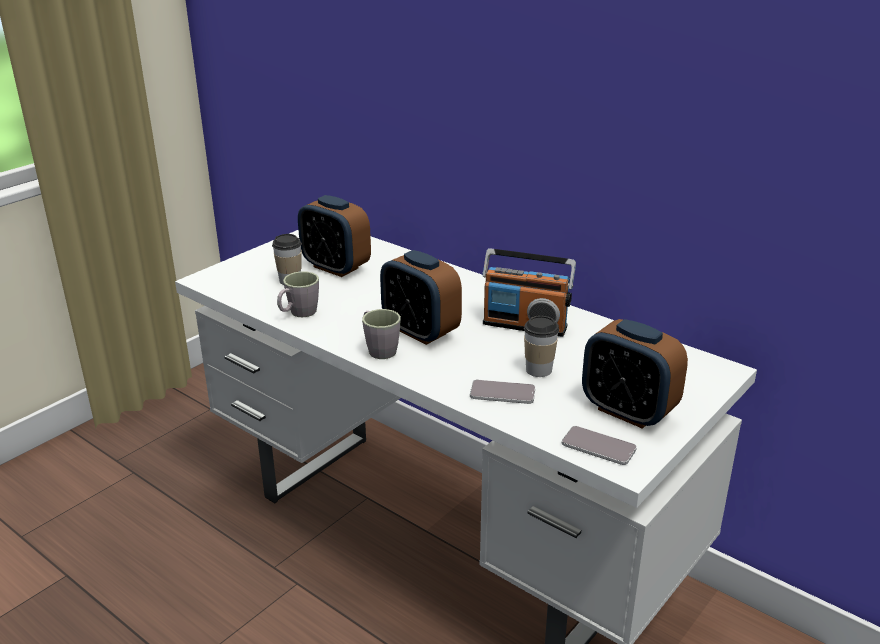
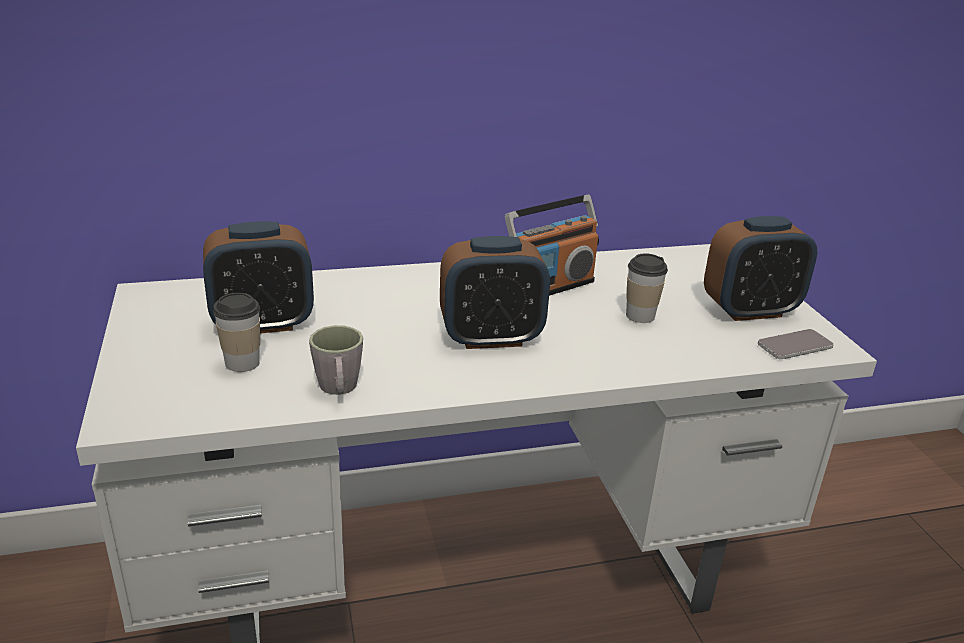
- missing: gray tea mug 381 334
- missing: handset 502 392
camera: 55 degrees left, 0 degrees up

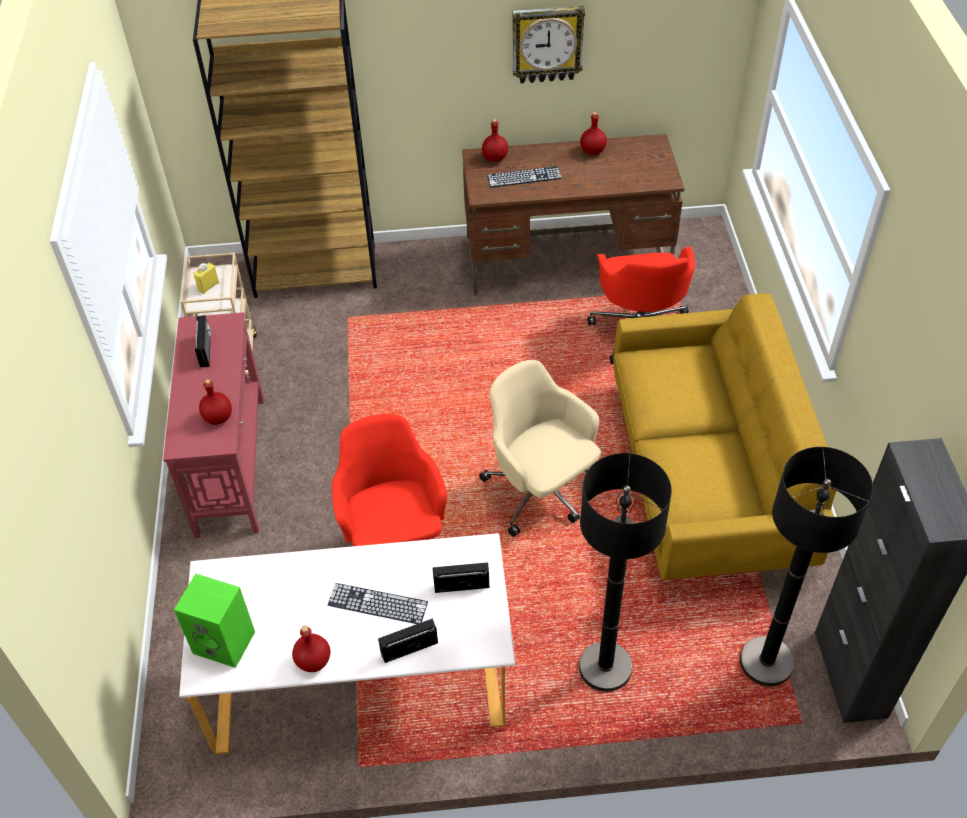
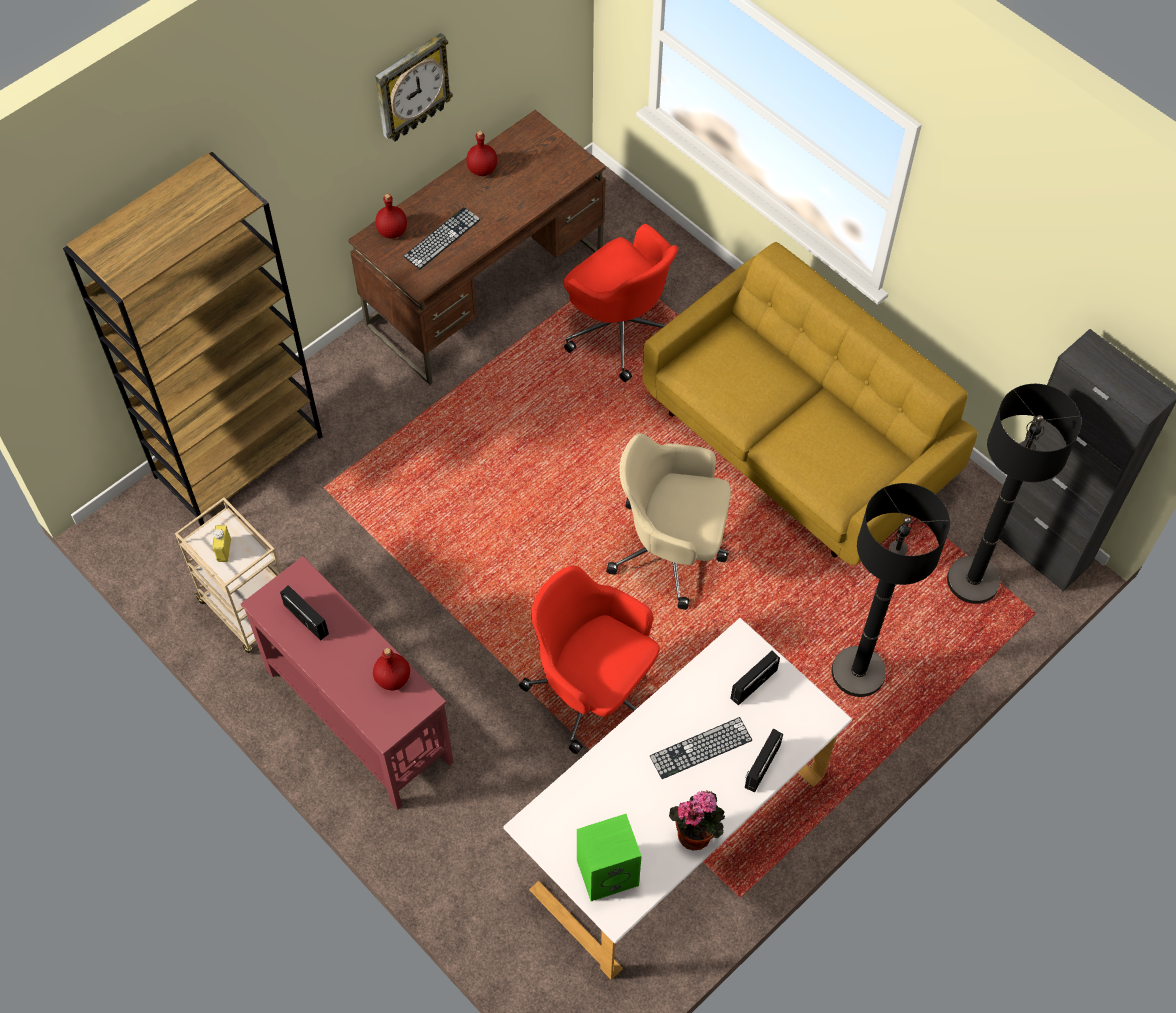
- exchanged: reddish bottle 311 649 to potted plant 697 820
camera: 40 degrees left, 10 degrees up

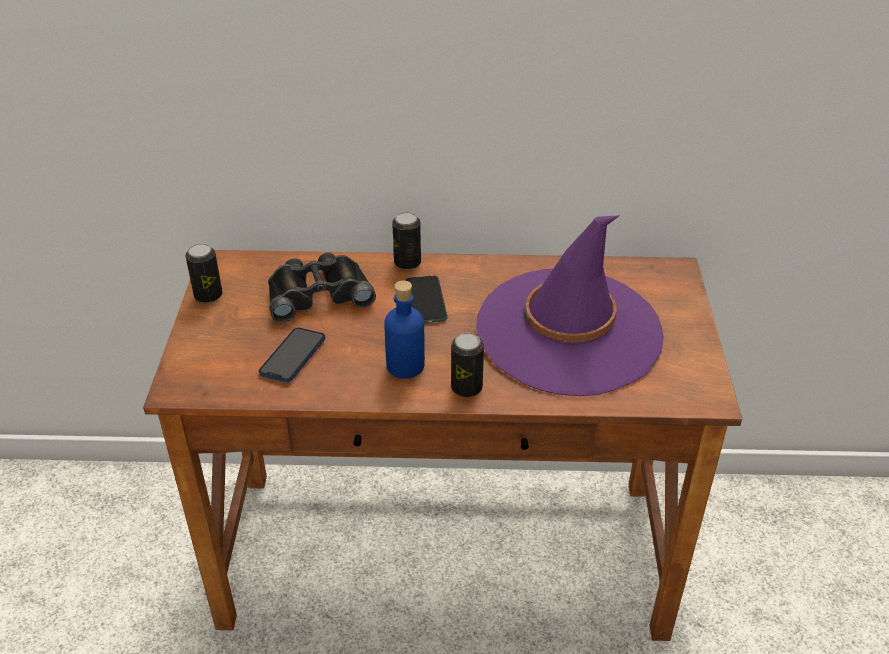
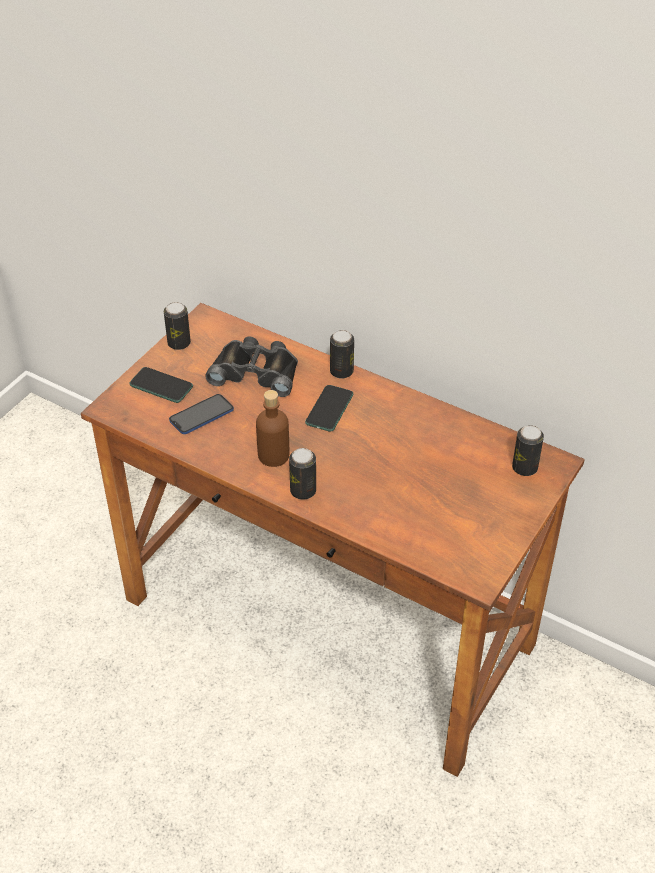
- missing: purple clothing hat 570 305
- appeared: handset 161 385
- appeared: sealed can 528 450
- colour: blue bottle 404 329 to brown bottle 272 428
camera: 30 degrees right, 5 degrees up

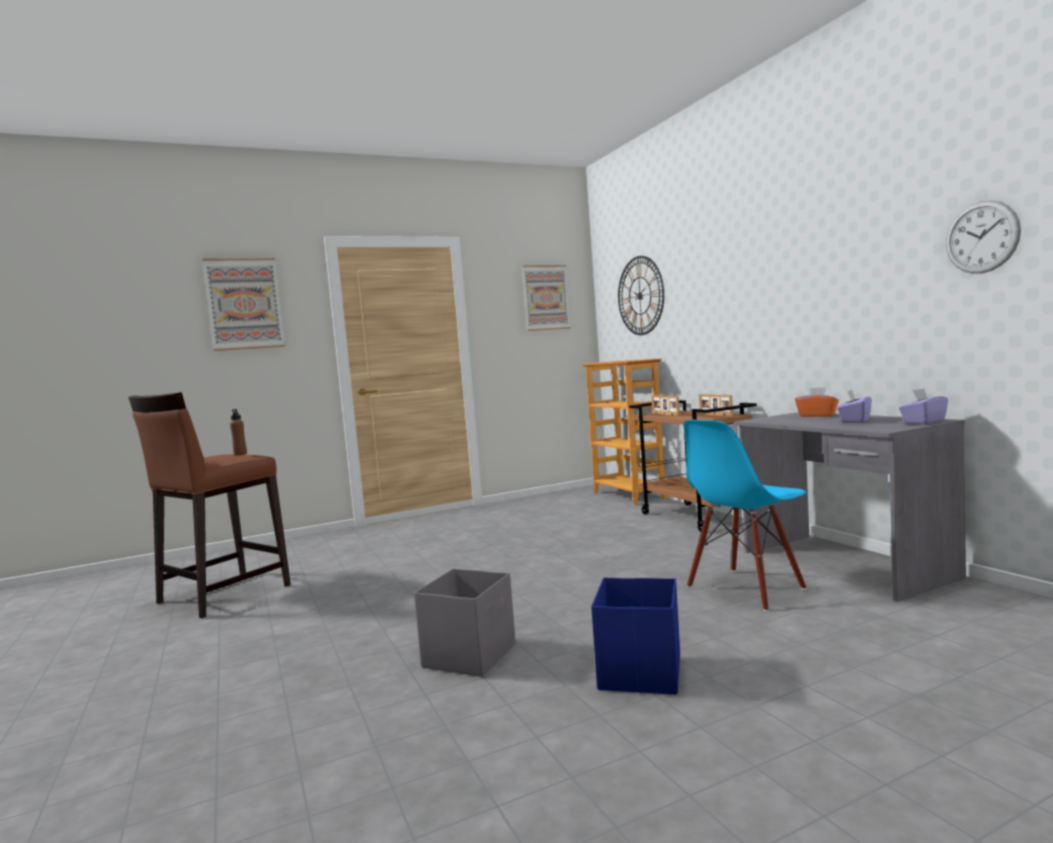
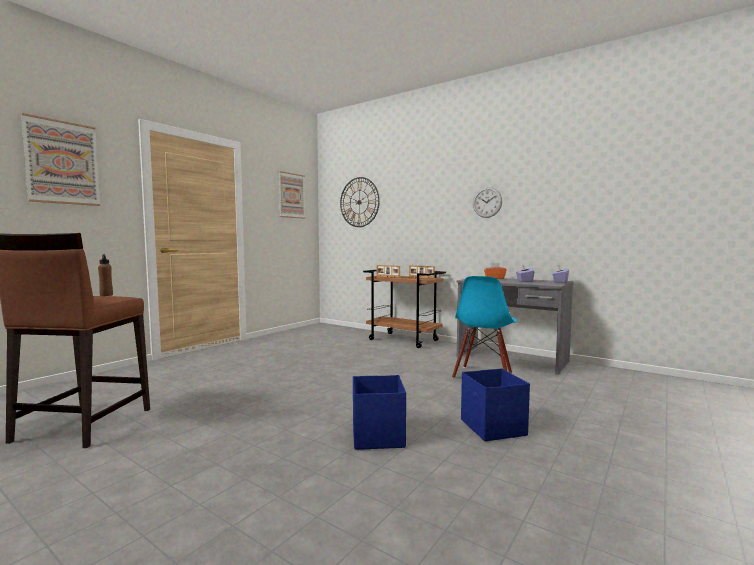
- missing: shelving unit 624 432
- relocated: hanging clock 983 237 to 487 202
- colour: gray storage bin 465 623 to blue storage bin 379 412
camera: 30 degrees left, 0 degrees up

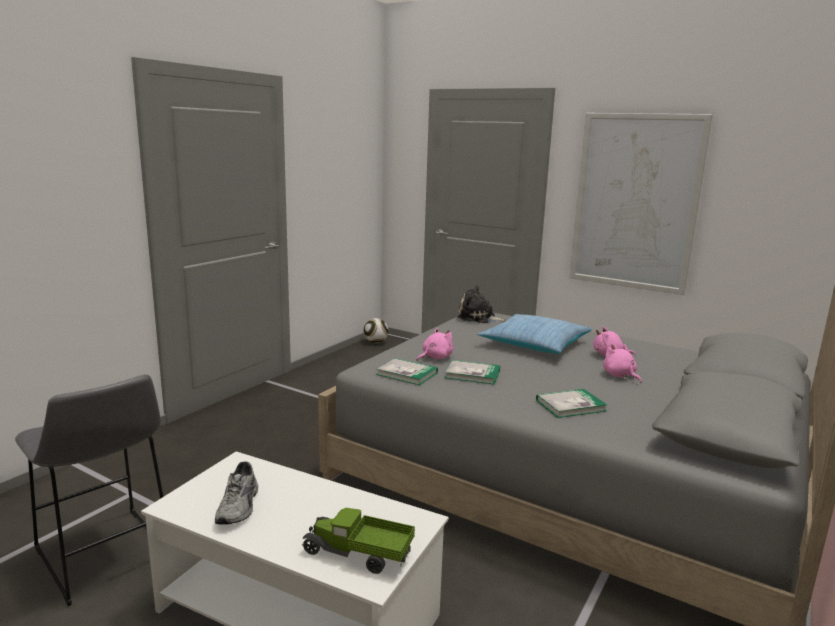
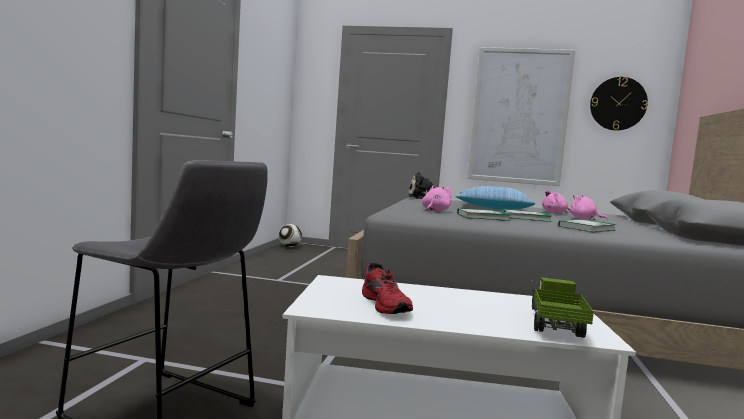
- appeared: hanging clock 619 103
- relocated: bound book 407 371 to 528 215
- colour: gray shoe 236 493 to reddish shoe 387 288
- spun: model truck 358 541 = 562 307 105 degrees clockwise
camera: 20 degrees left, 10 degrees down

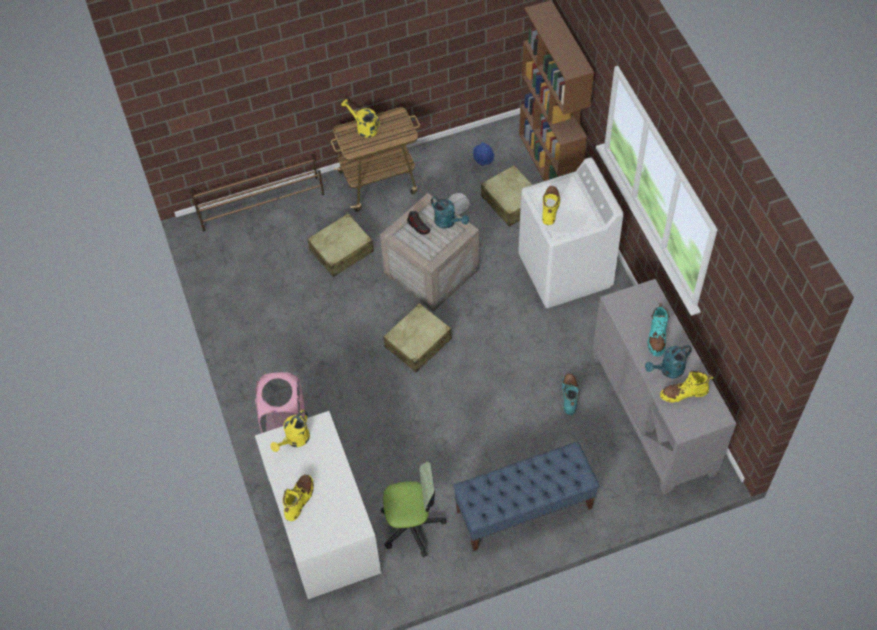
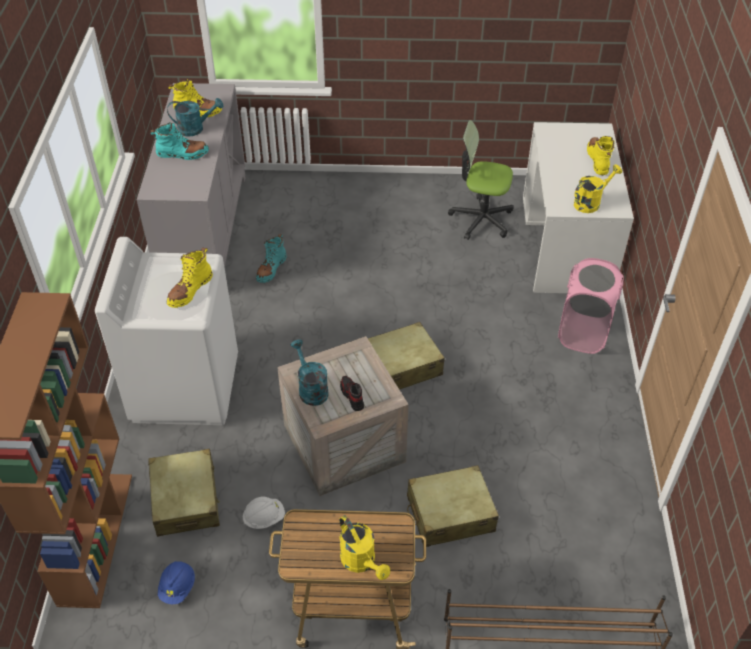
- missing: blue bench 526 496
- spun: yellow tall boot 298 498 = 600 155 135 degrees clockwise
- spun: turquoise tall boot 658 329 = 179 141 60 degrees clockwise
camera: 160 degrees left, 10 degrees down

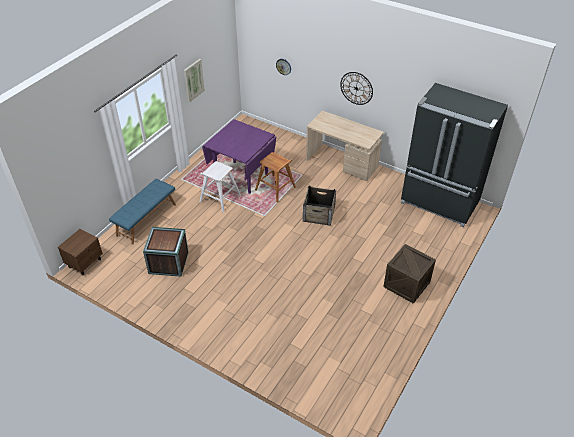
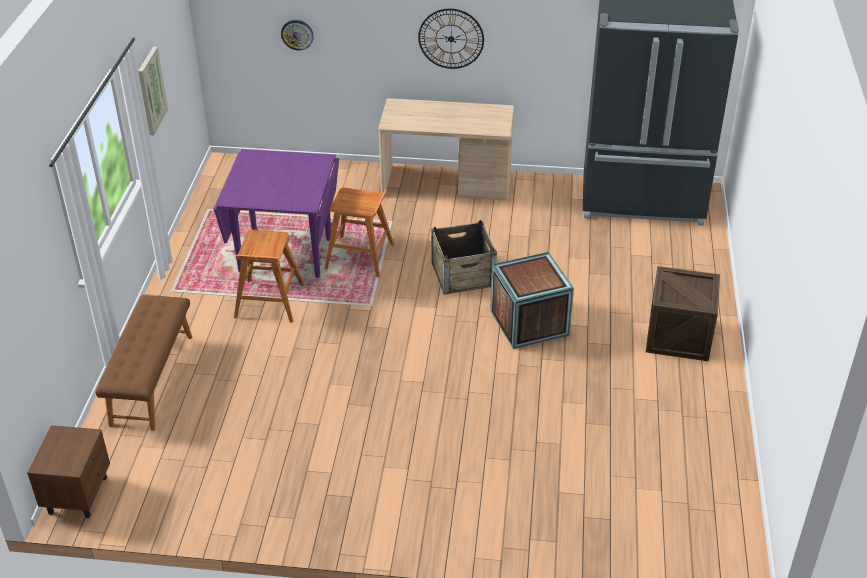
- relocated: crate 166 252 to 532 300
- colour: blue bench 142 212 to brown bench 143 363
- colour: whitish sitting stool 220 187 to brown sitting stool 269 276
camera: 25 degrees left, 5 degrees down

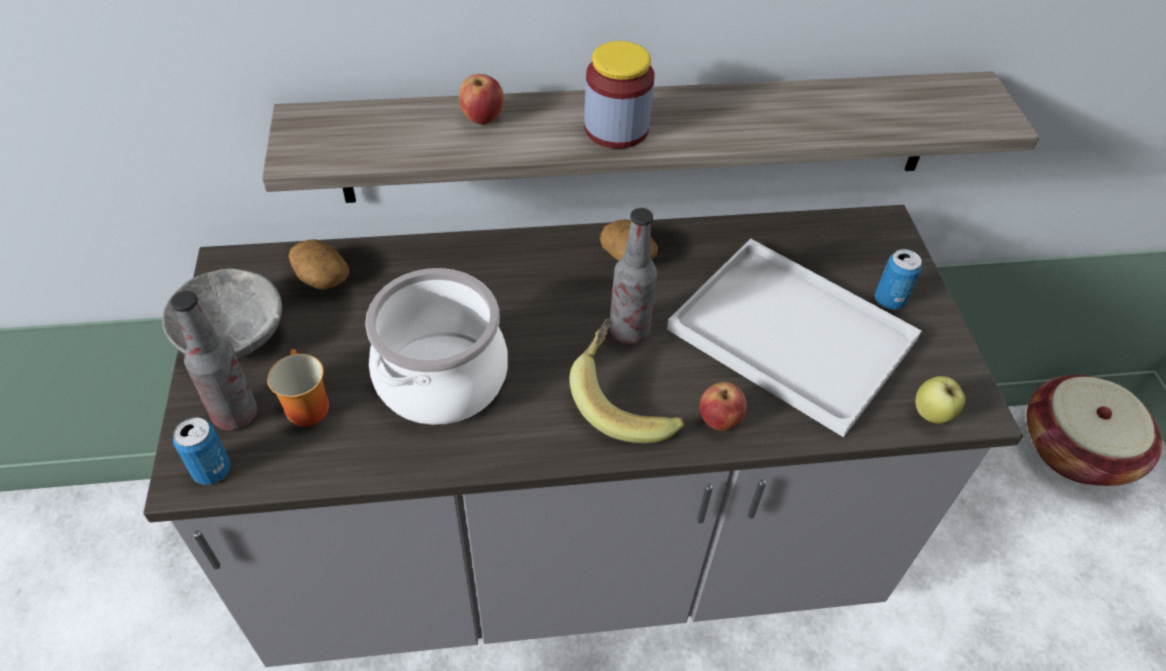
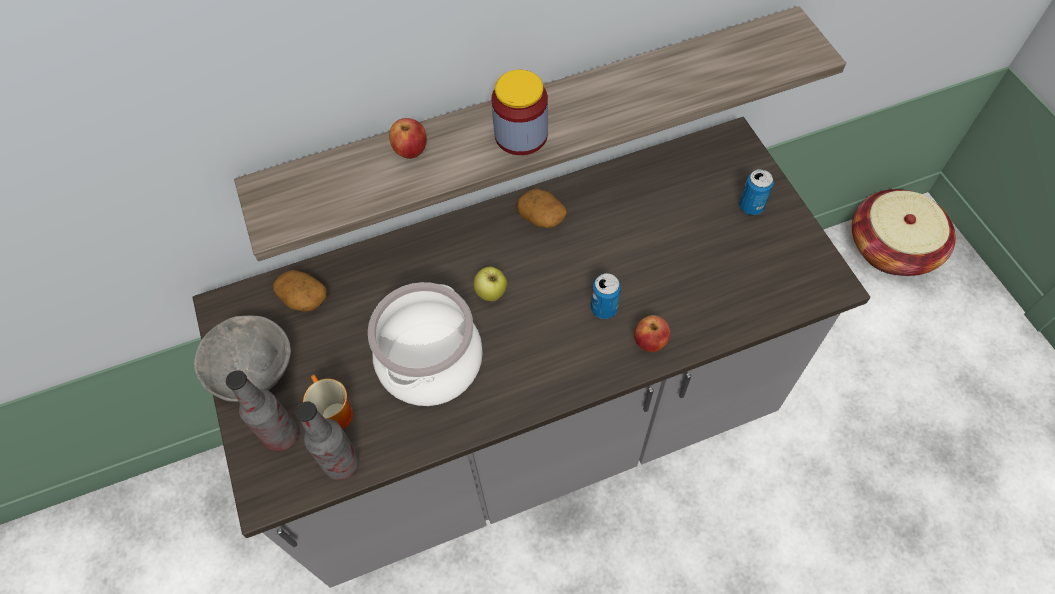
- missing: whole banana 626 380
- missing: whitish serving tray 794 337
- relocated: sealed can 202 451 to 606 296
- relocated: bottle 633 276 to 327 440
- relocated: apple 941 400 to 490 284
camera: 10 degrees left, 10 degrees up

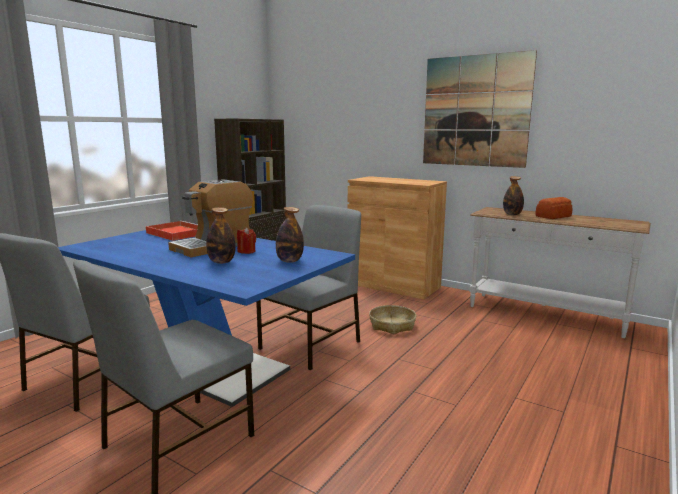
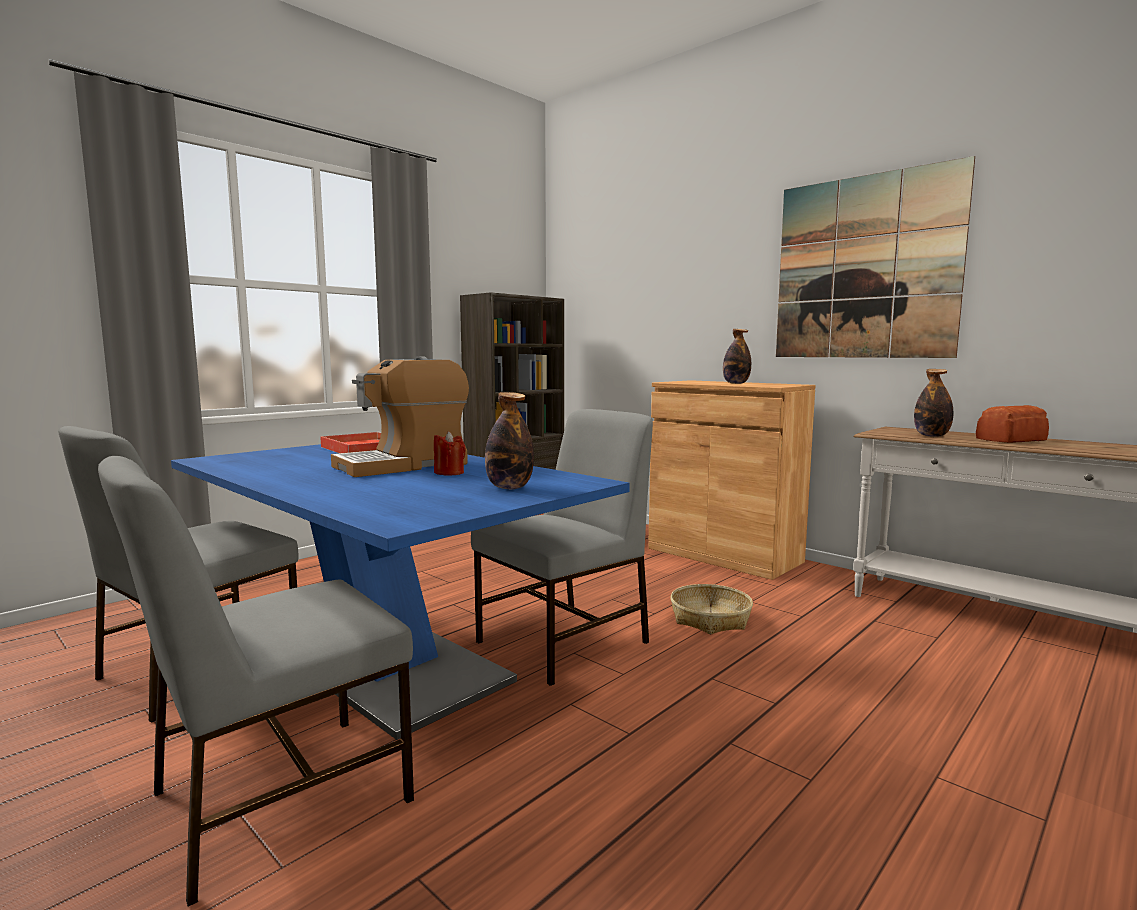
- relocated: bottle 221 235 to 737 356
camera: 10 degrees right, 5 degrees down

